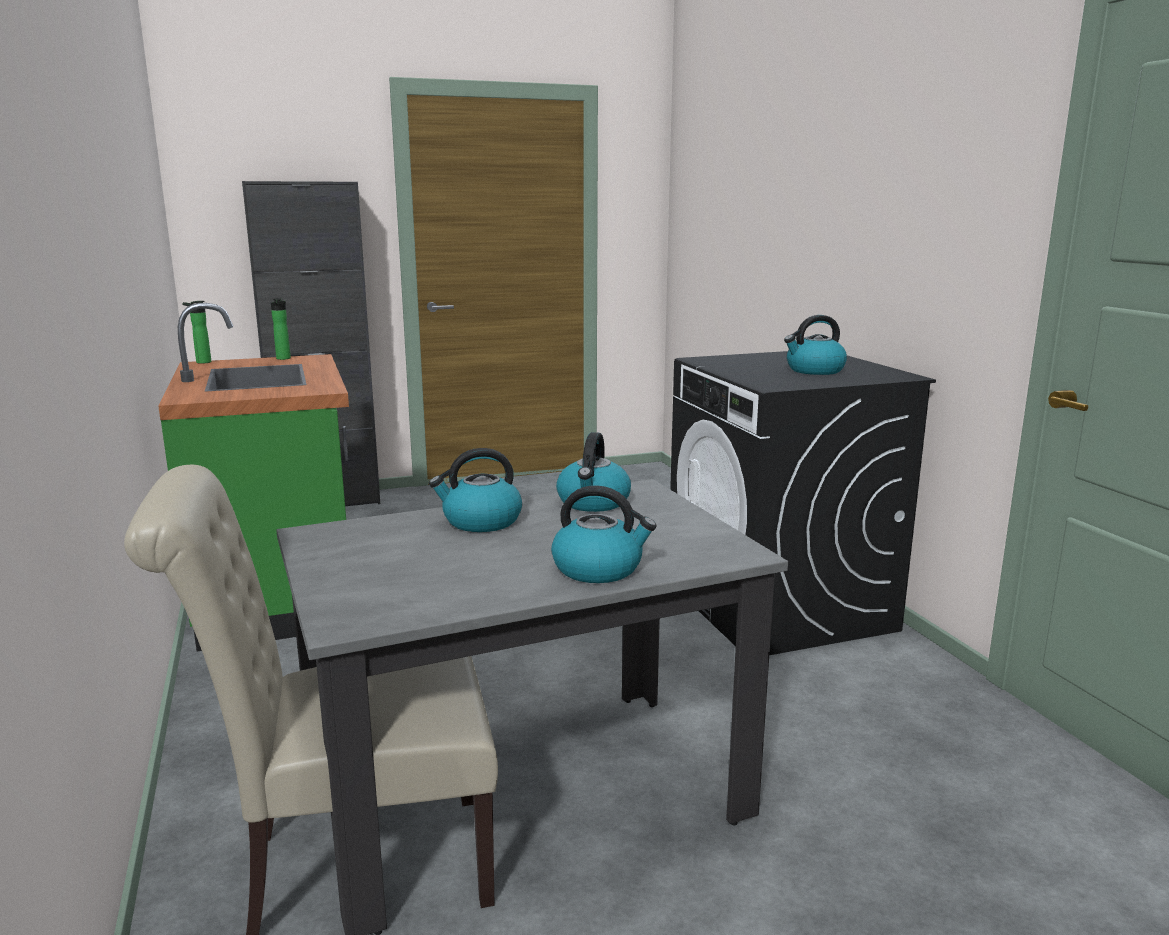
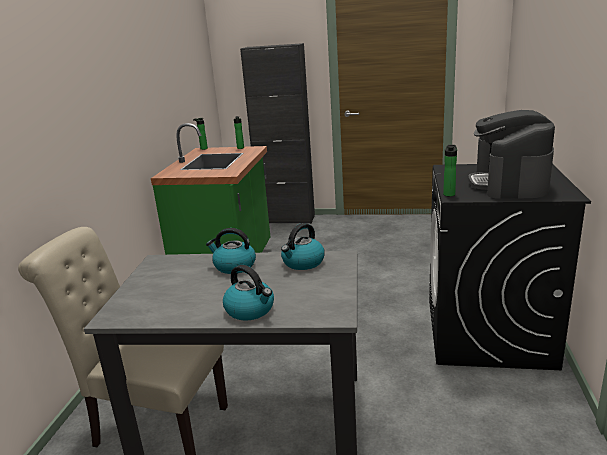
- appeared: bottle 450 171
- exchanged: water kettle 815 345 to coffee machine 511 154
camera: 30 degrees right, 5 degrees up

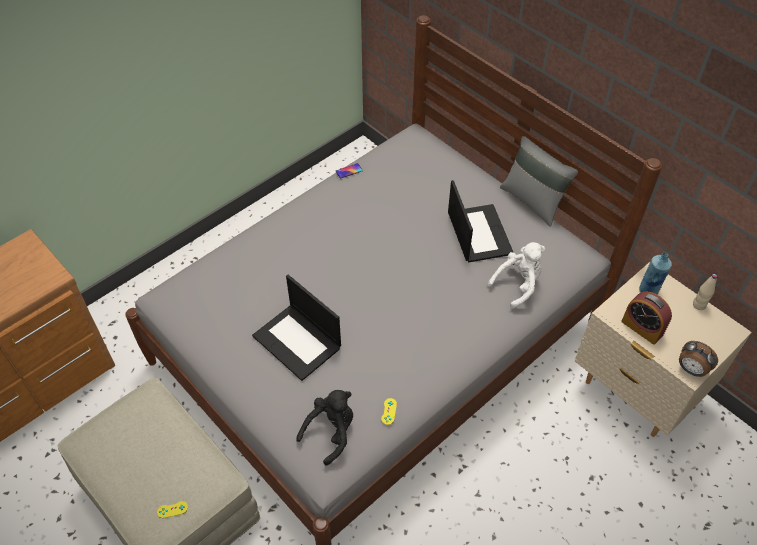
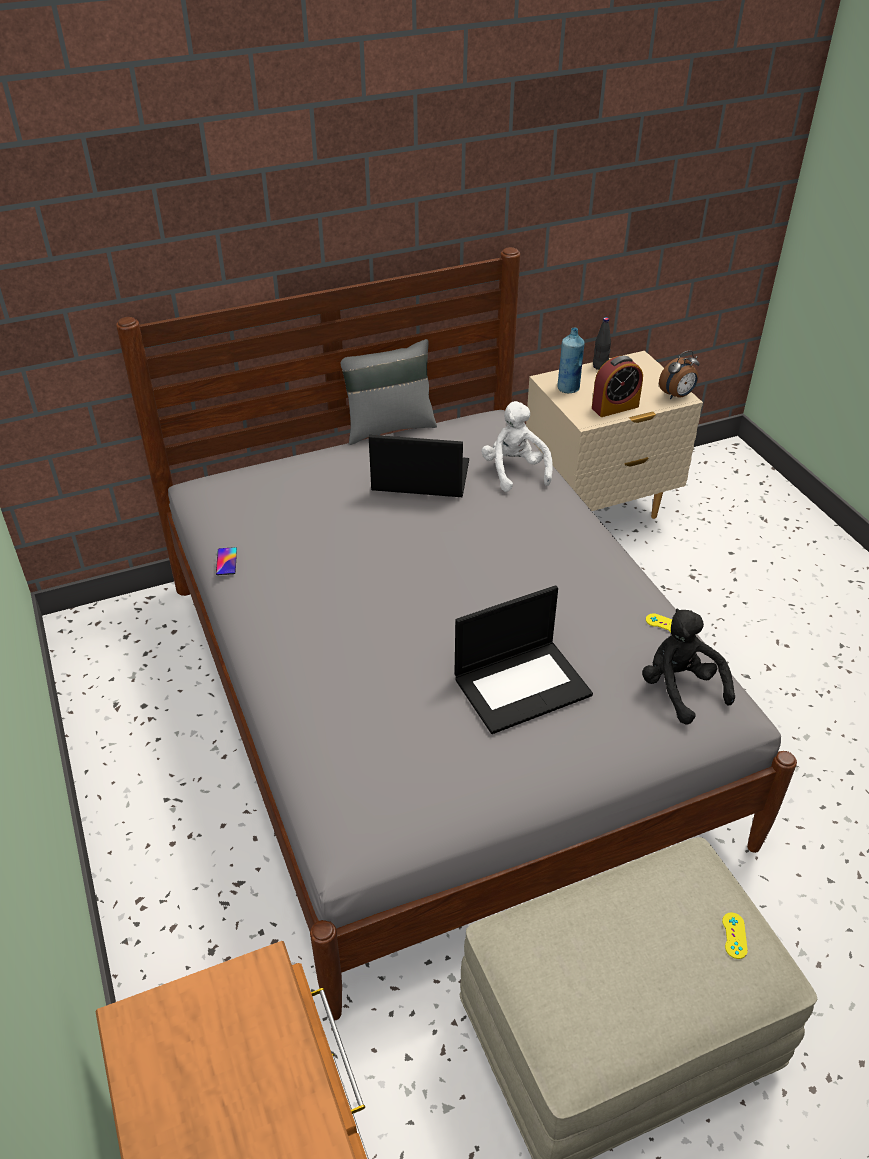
- colour: beige bottle 705 292 to black-coloured bottle 602 343
camera: 70 degrees left, 10 degrees down

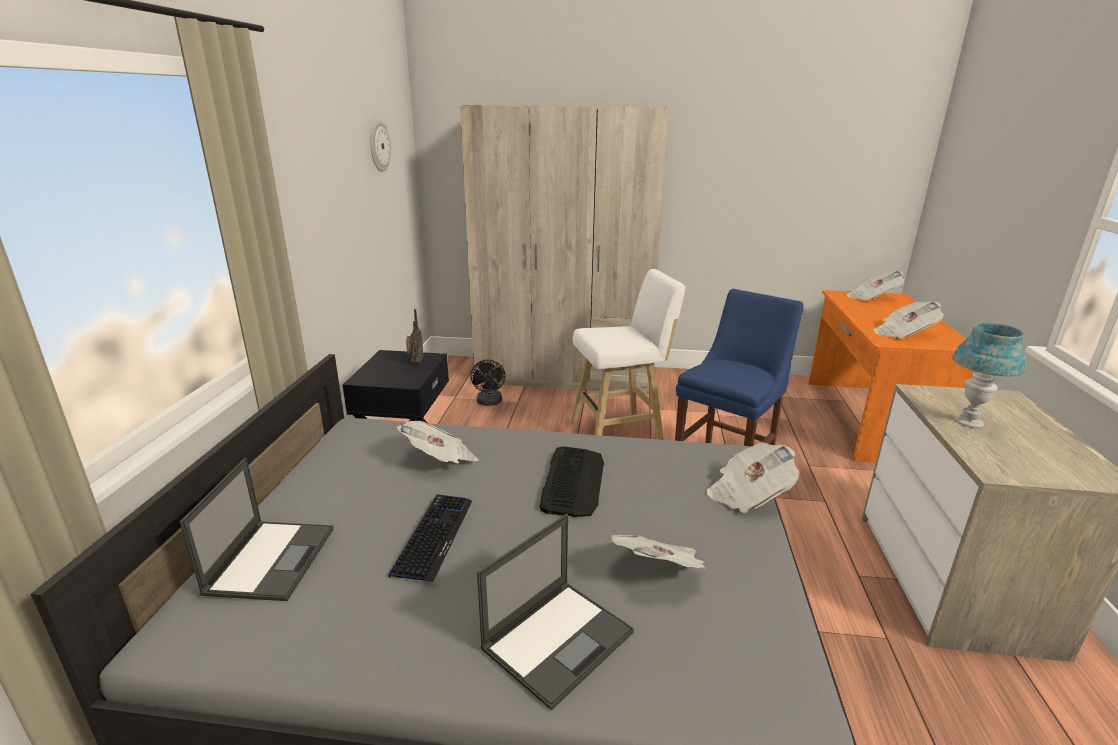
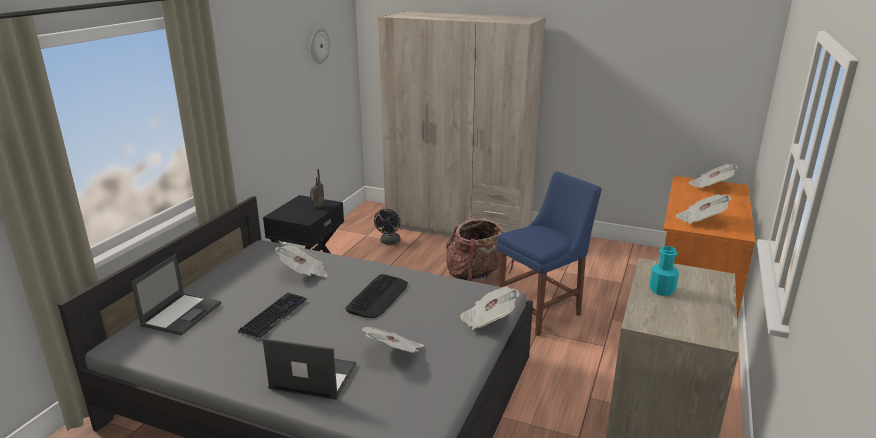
- exchanged: whitish sitting stool 628 354 to rucksack 480 249
- exchanged: blue tabletop lamp 989 375 to turquoise bottle 664 271
- spun: portable computer 555 612 = 310 369 135 degrees counterclockwise
camera: 15 degrees right, 0 degrees up

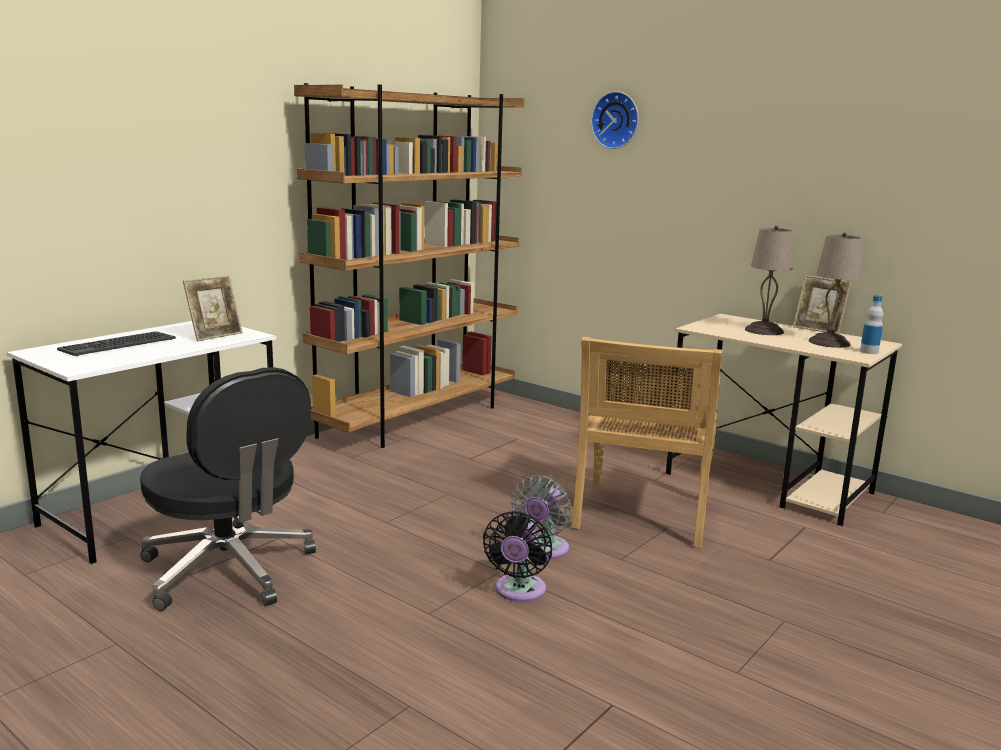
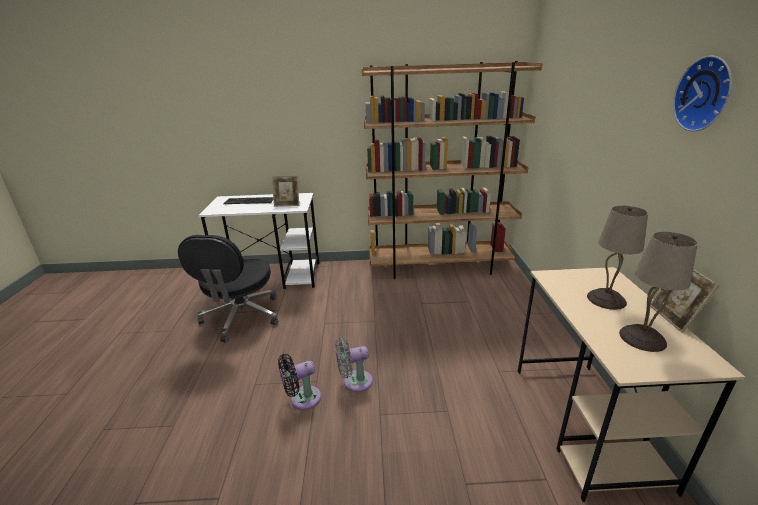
- missing: beige upright chair 647 442
- missing: bottle 872 324
- relocated: hanging clock 615 120 to 702 94
camera: 50 degrees right, 10 degrees up

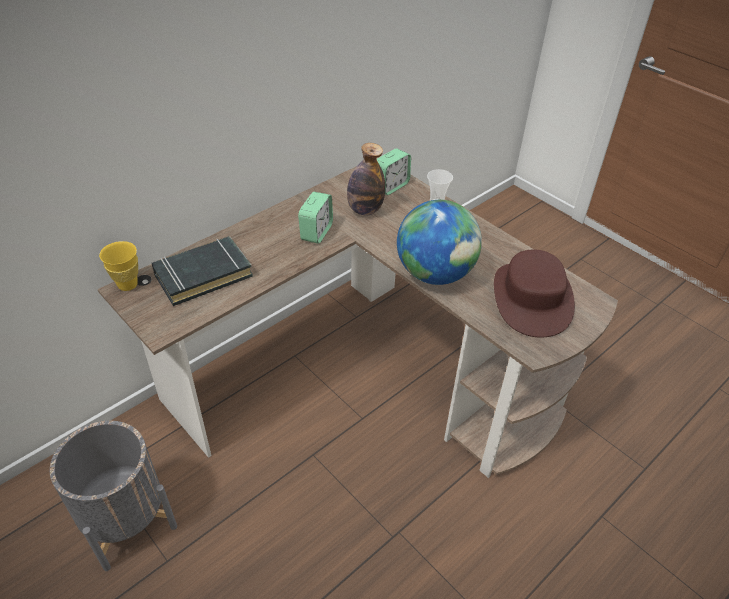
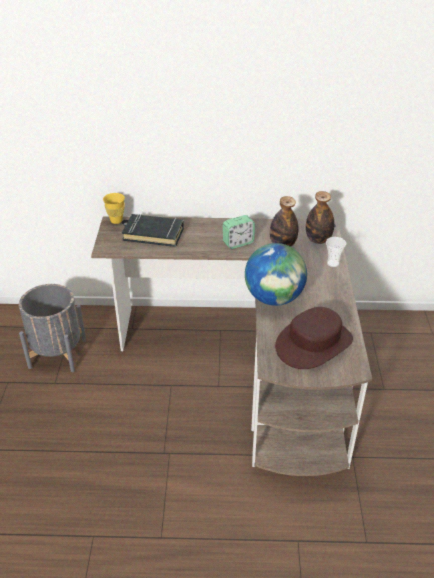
- exchanged: bedside clock 394 171 to bottle 320 217
camera: 45 degrees right, 5 degrees down

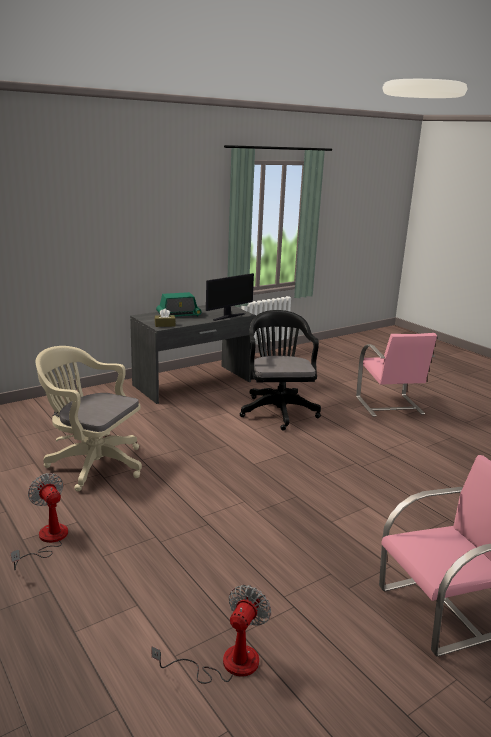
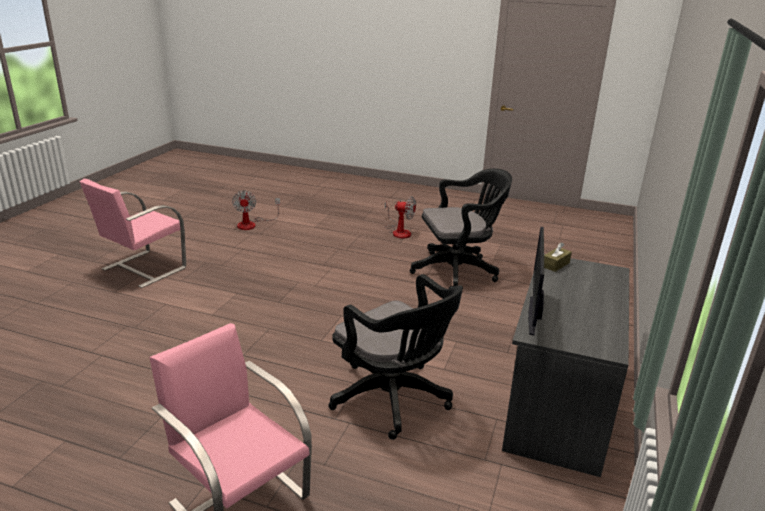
- missing: radio set 179 304
- colour: beige desk chair 88 418 to black-coloured desk chair 461 229
camera: 145 degrees right, 5 degrees up

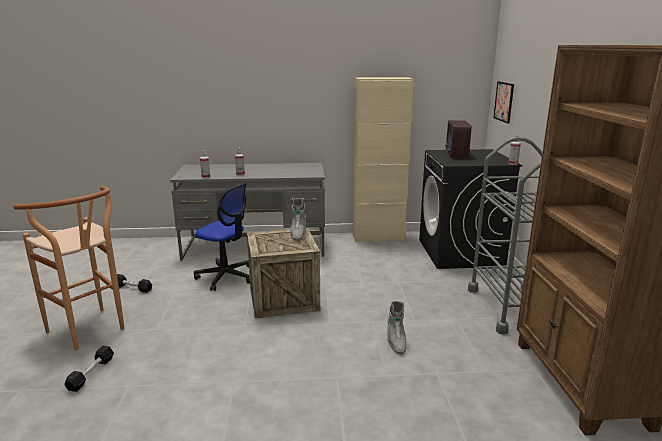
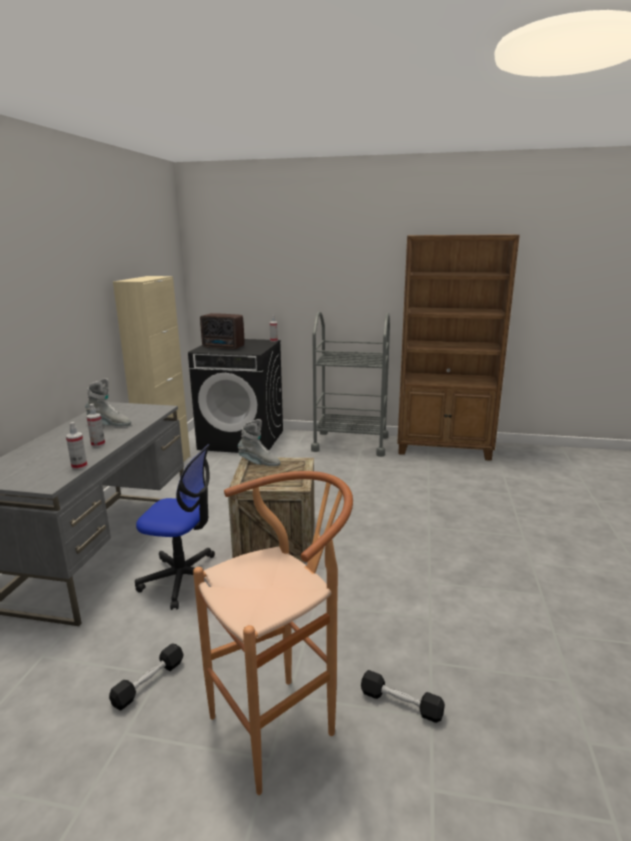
- missing: picture 503 102
- relocated: gray tall boot 396 327 to 108 402
- spun: desk chair 222 237 = 175 527 60 degrees clockwise
camera: 75 degrees left, 0 degrees up

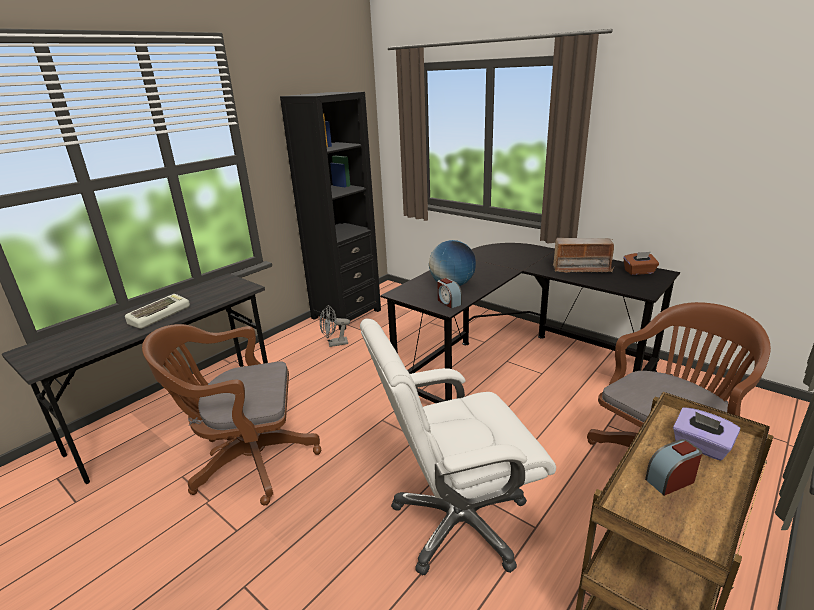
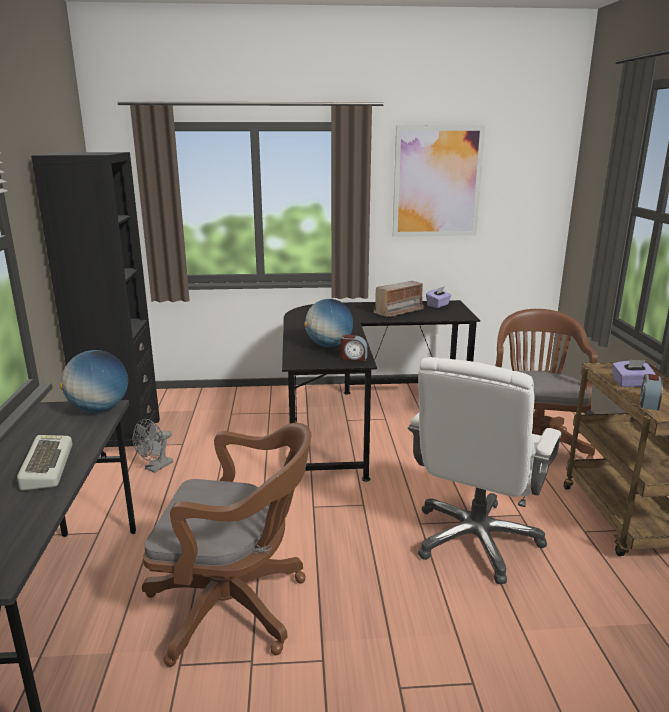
- appeared: world globe 94 381
- appeared: picture 439 181
- colour: brown tissue box 641 263 to purple tissue box 439 297
- spun: brown desk chair 232 414 = 227 545 120 degrees counterclockwise
camera: 45 degrees left, 5 degrees down

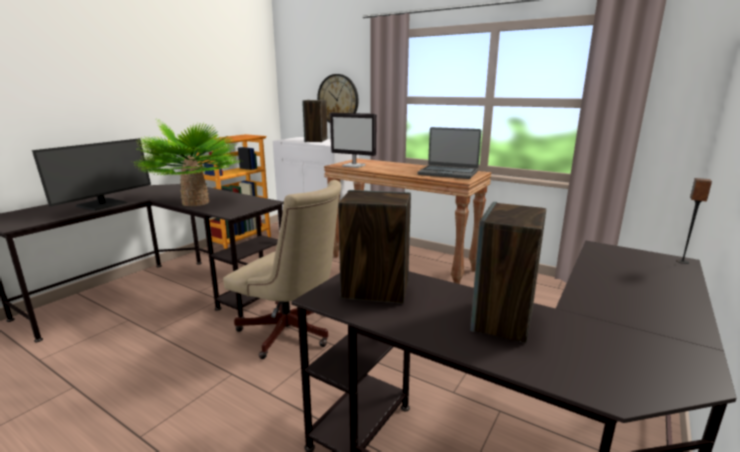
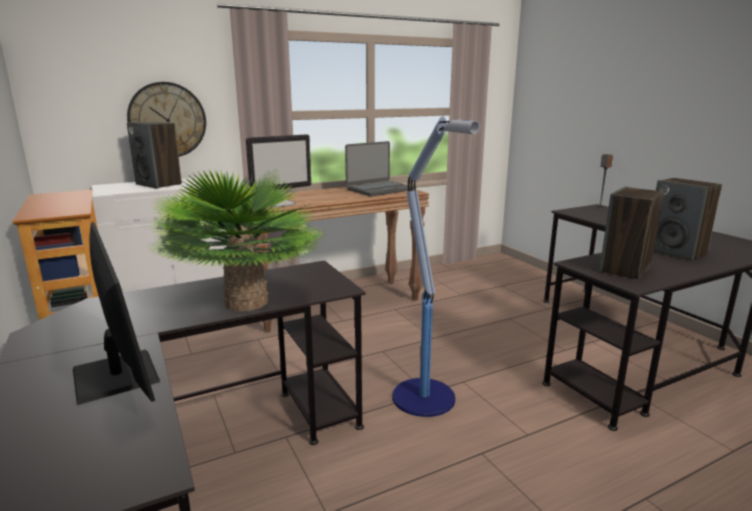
- exchanged: beige desk chair 282 269 to standing lamp 436 266
camera: 60 degrees left, 0 degrees up

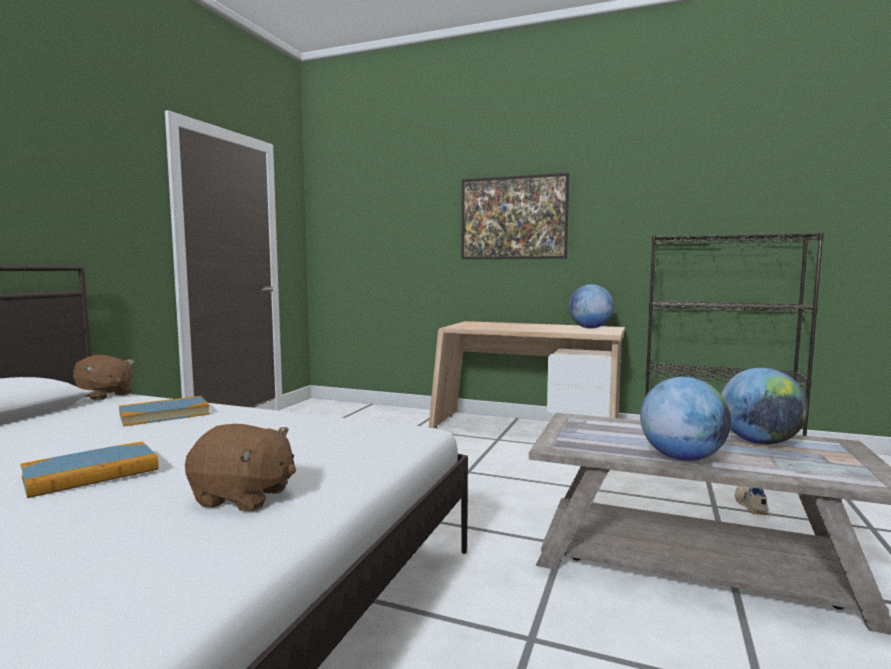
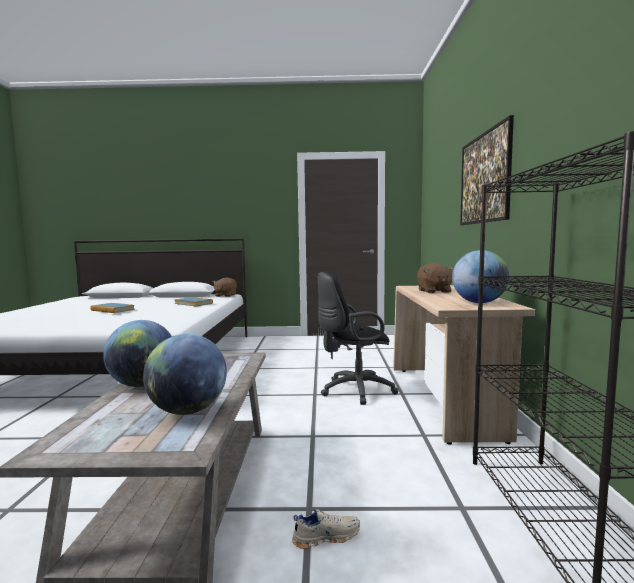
- appeared: black-coloured desk chair 358 338
- relocated: brown cuddly toy 240 467 to 435 278
camera: 70 degrees right, 0 degrees up

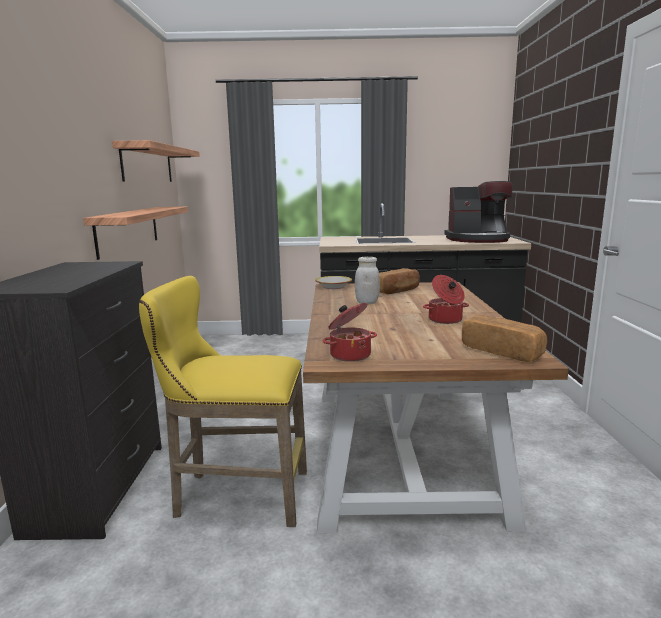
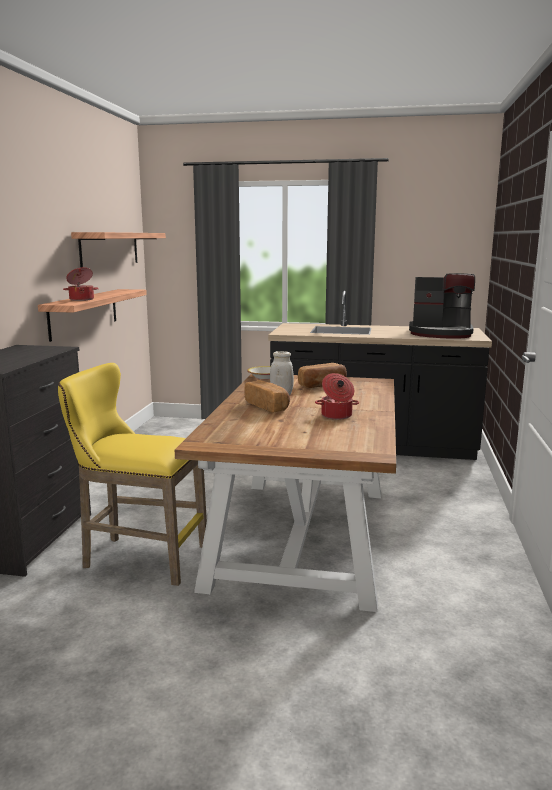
- relocated: saucepot 350 332 to 81 284
- relocated: bakery bread 504 338 to 267 396
camera: 10 degrees right, 0 degrees up

